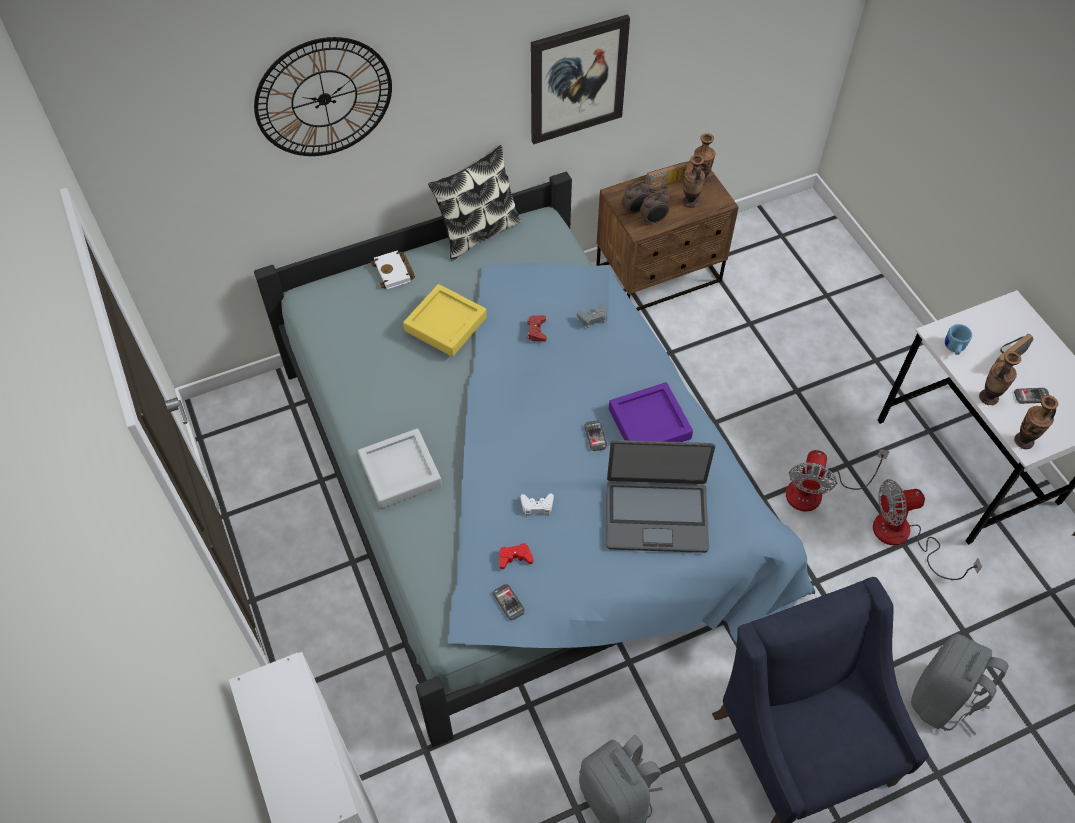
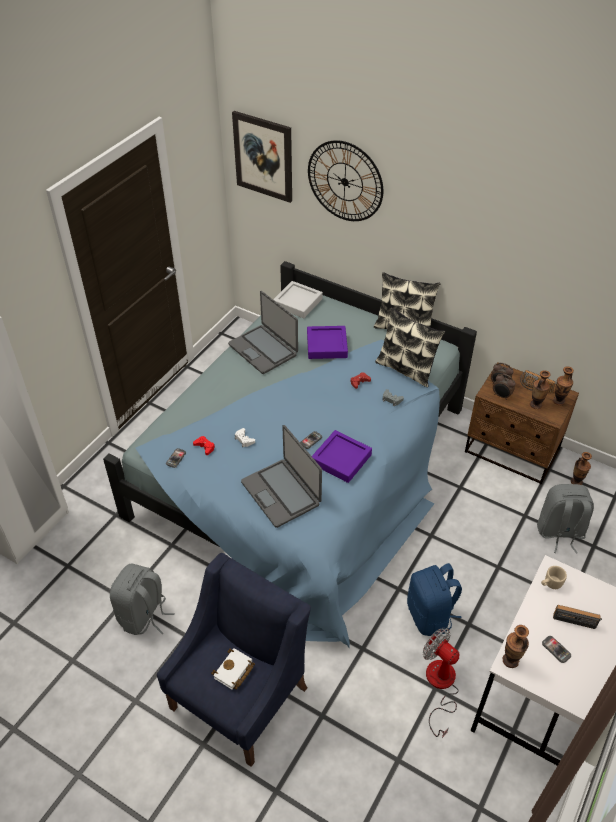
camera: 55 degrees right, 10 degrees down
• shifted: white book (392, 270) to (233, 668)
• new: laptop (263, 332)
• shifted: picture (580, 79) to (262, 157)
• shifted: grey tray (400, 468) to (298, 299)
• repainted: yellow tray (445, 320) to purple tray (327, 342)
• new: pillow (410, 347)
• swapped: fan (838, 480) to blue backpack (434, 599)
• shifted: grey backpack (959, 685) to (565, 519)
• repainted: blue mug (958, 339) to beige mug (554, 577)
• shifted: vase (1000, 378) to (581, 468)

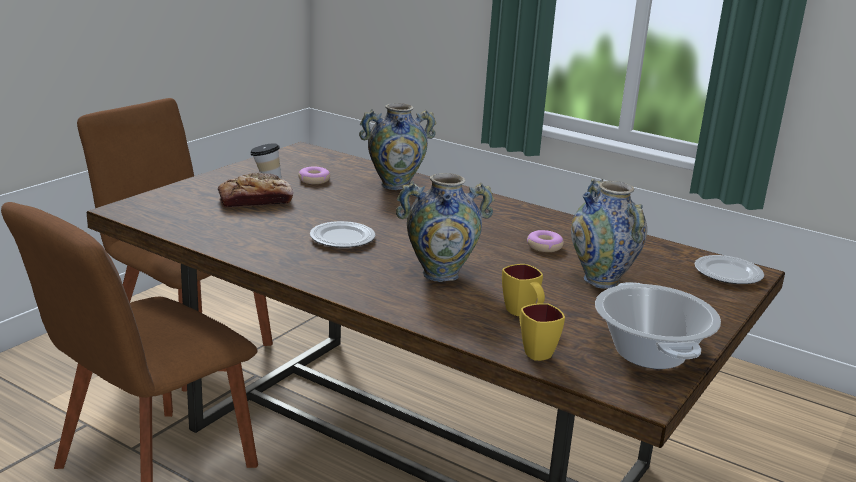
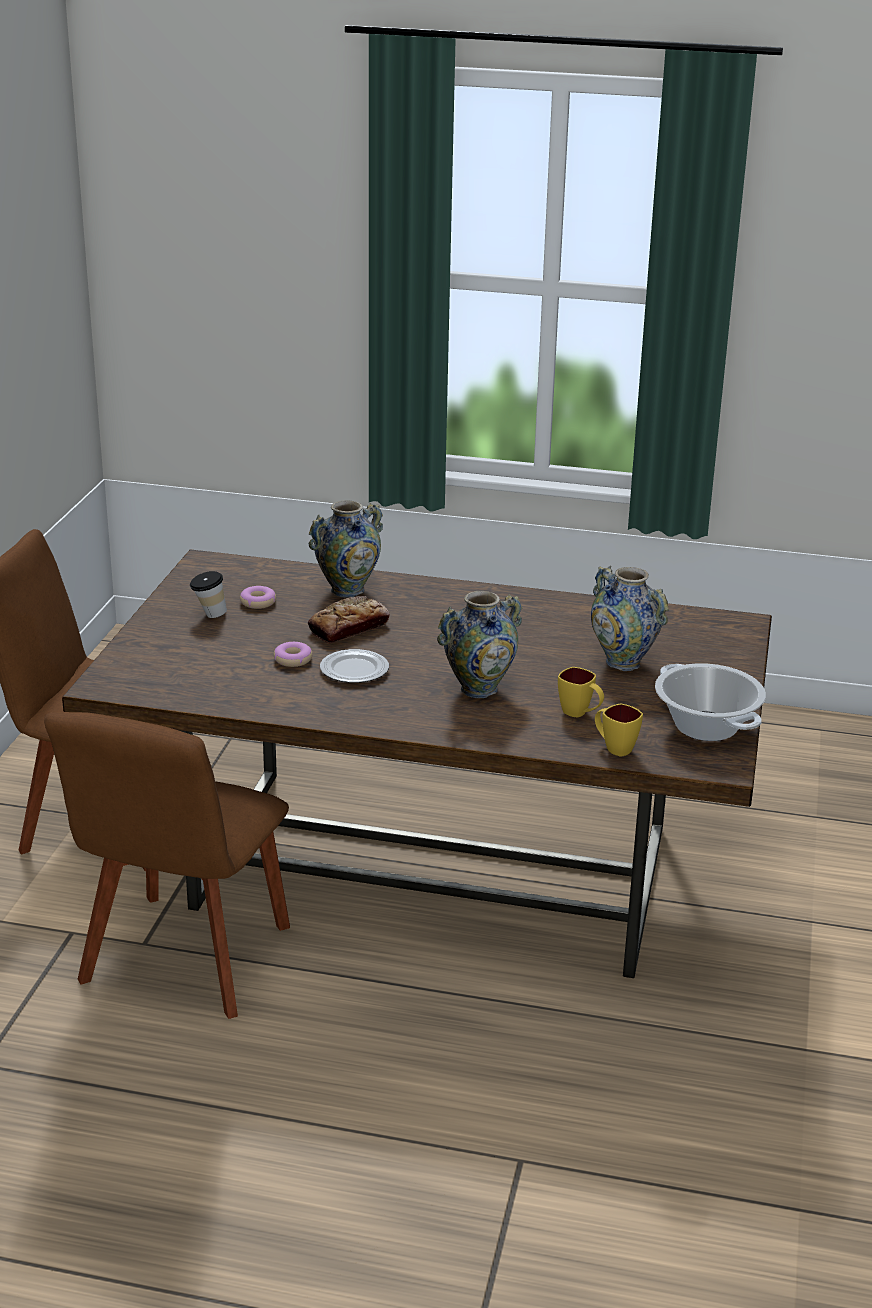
camera: 20 degrees left, 5 degrees up
• shifted: donut (545, 241) to (293, 654)
• shifted: bread (255, 190) to (349, 620)
• gone: plate (729, 269)

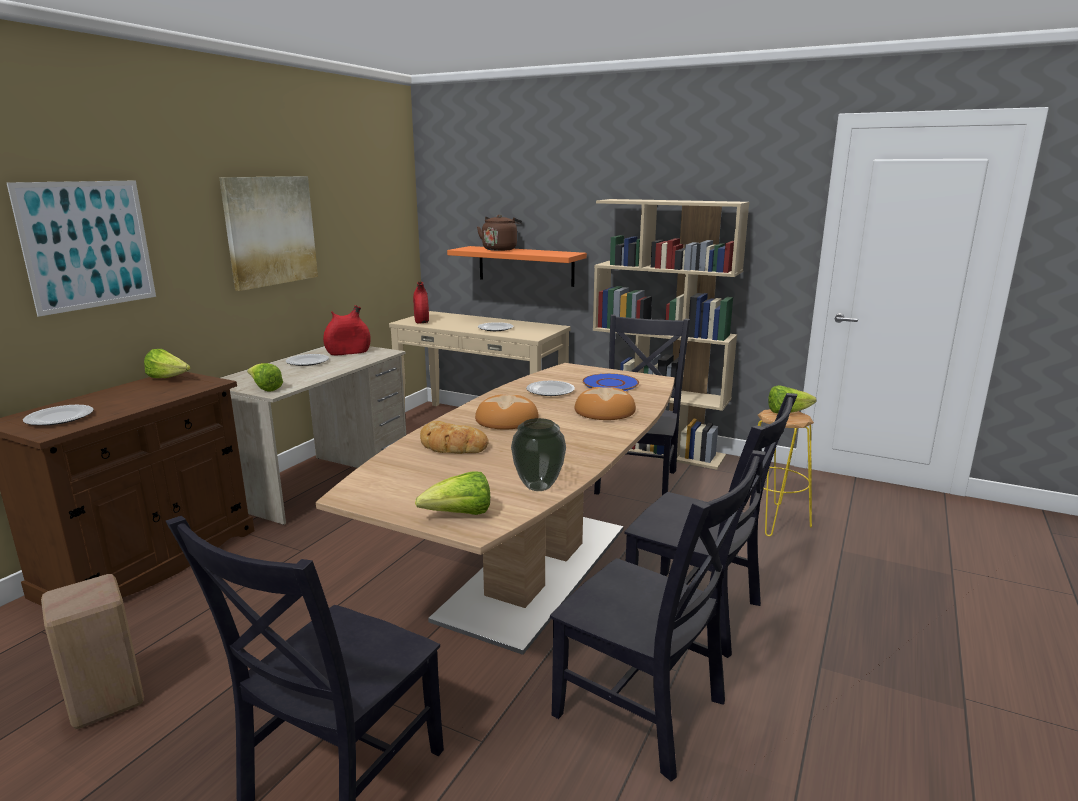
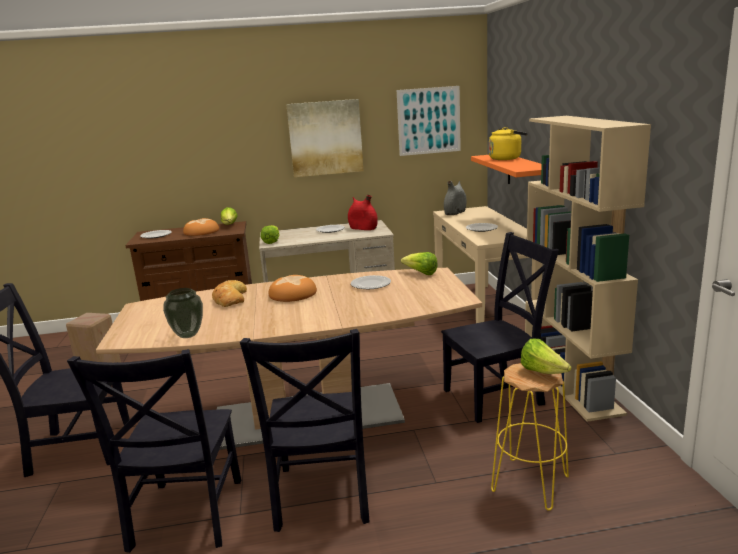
camera: 55 degrees right, 0 degrees up
• shifted: bread (605, 403) to (201, 227)
• shifted: picture (81, 248) to (429, 121)
• shifted: lettuce (452, 493) to (419, 263)
• repainted: red vase (421, 302) to grey vase (455, 198)
• repainted: brown kettle (499, 233) to yellow kettle (508, 143)
• gone: blue plate (611, 382)

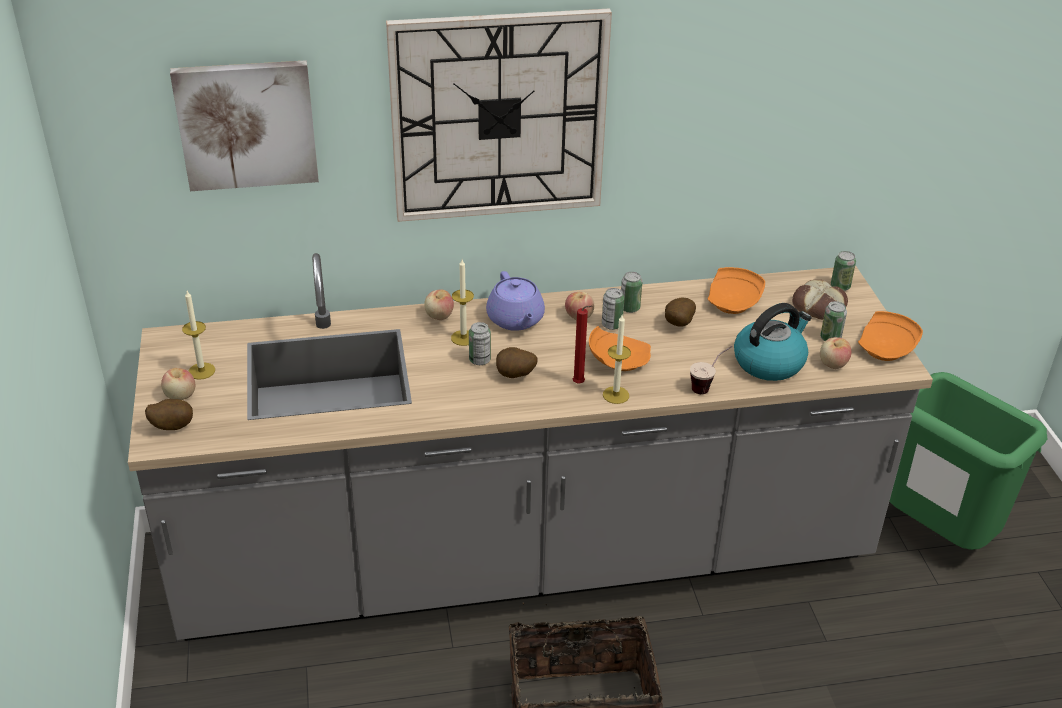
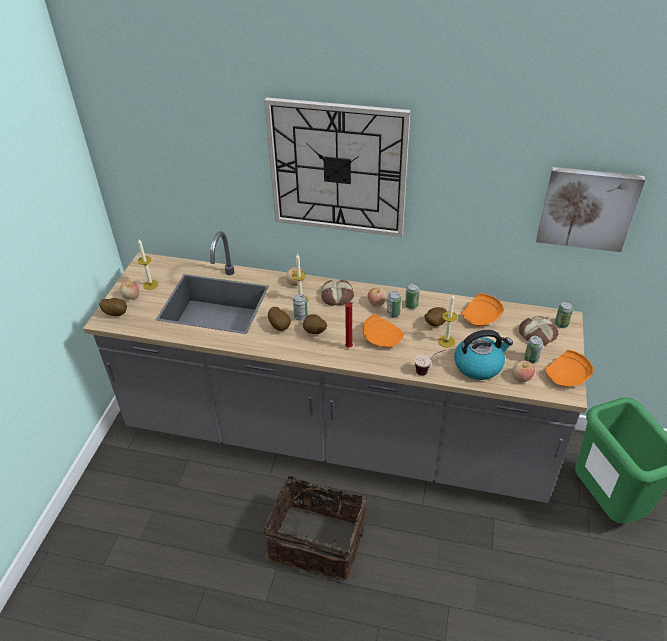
camera: 25 degrees right, 5 degrees up
• new: potato (279, 319)
• swapped: purple teapot (515, 301) to bread (337, 293)
• shifted: candle (617, 359) to (447, 321)
• shifted: picture (244, 125) to (590, 209)

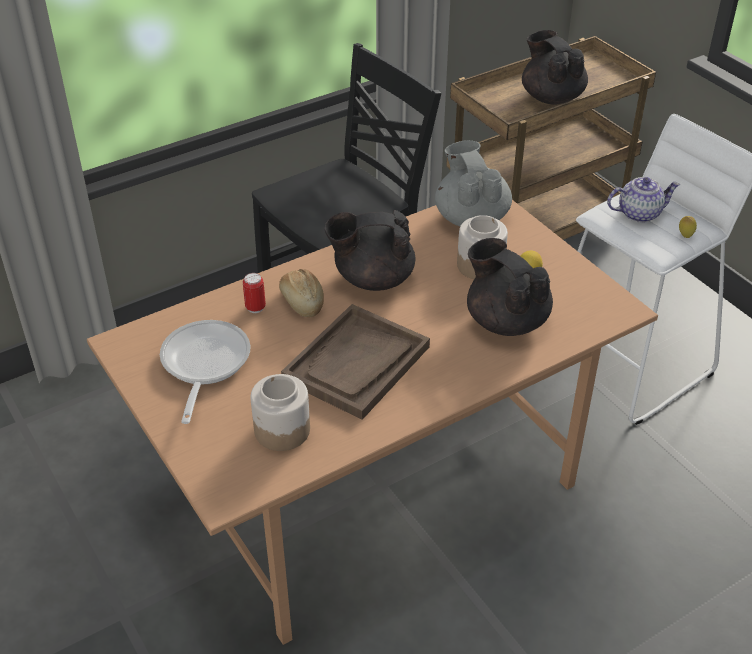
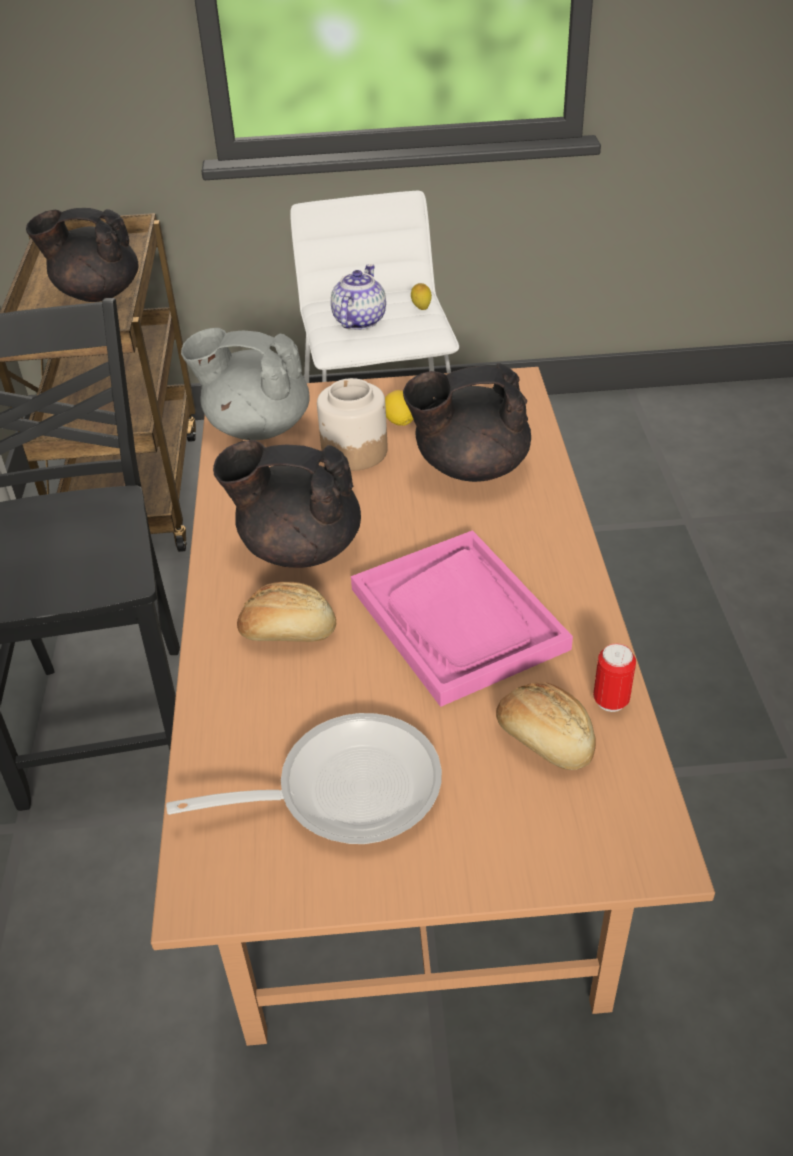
camera: 60 degrees left, 0 degrees up
• rotated: frying pan (205, 372) = (304, 778) 135 degrees clockwise
• rotated: black teapot (370, 250) = (287, 504) 75 degrees clockwise
• repainted: brown tray (355, 362) to pink tray (462, 618)
• swapped: jar (280, 412) to bread (546, 726)
• shifted: can (254, 293) to (614, 677)

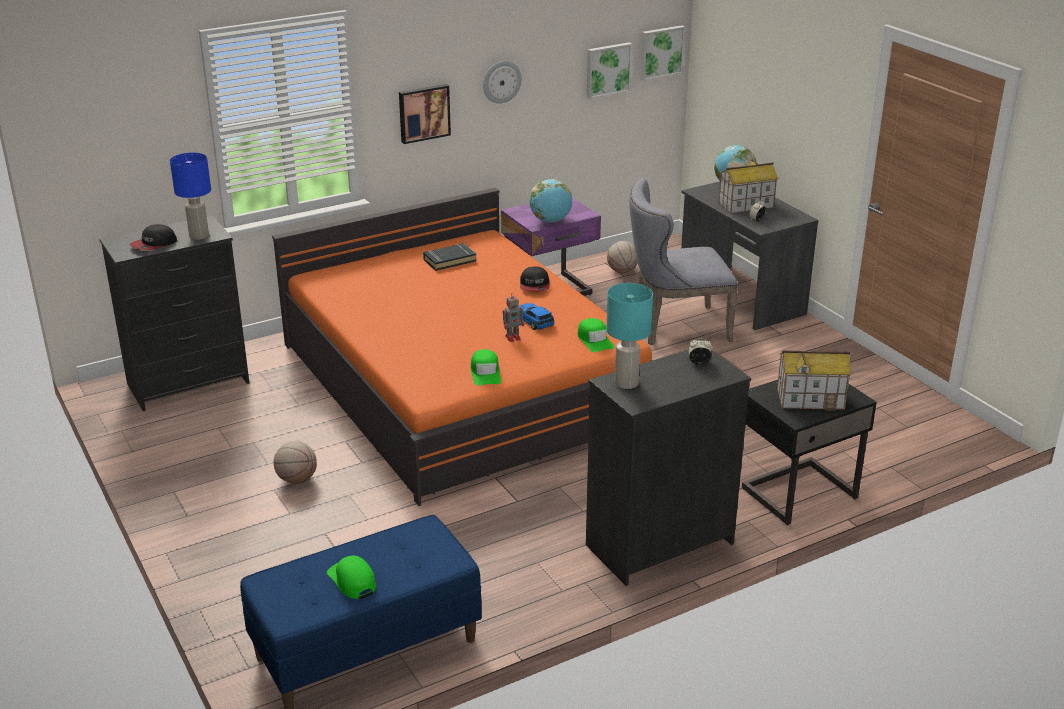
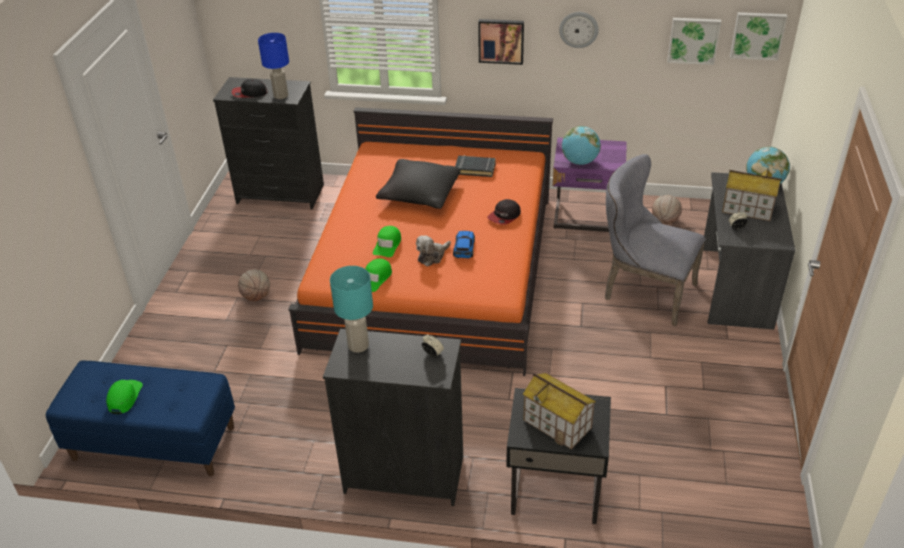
camera: 40 degrees right, 10 degrees up
• shifted: green cap (595, 335) to (387, 241)
• new: black pillow (418, 184)
• swapped: toy robot (513, 317) to plush toy (433, 251)

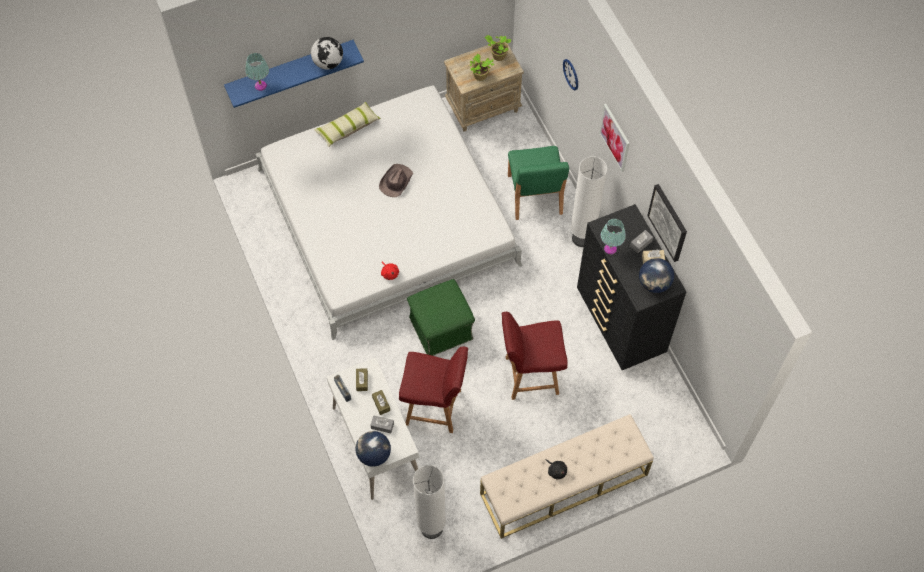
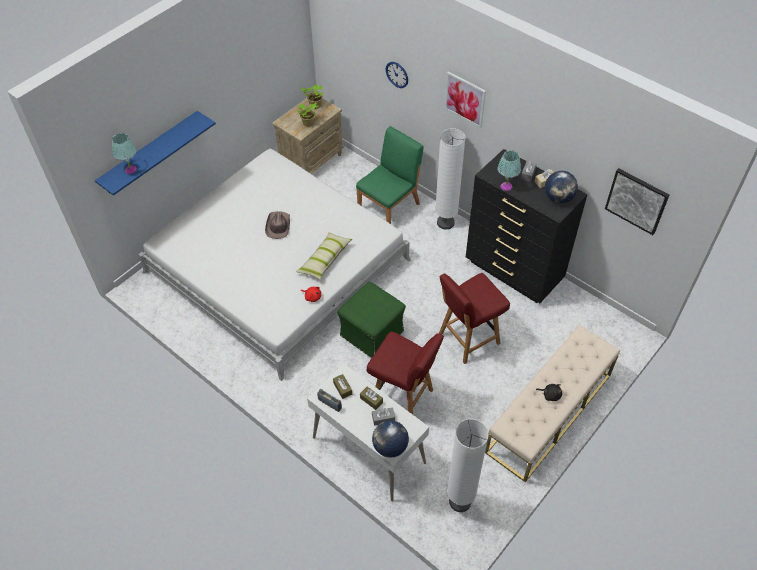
camera: 25 degrees left, 10 degrees down
• shifted: pillow (347, 124) to (324, 256)
• rotated: green chair (538, 183) = (390, 175) 105 degrees counterclockwise
• rotated: red chair (433, 389) = (405, 372) 45 degrees clockwise
• shifted: picture (667, 223) to (637, 201)
• gone: globe (327, 53)

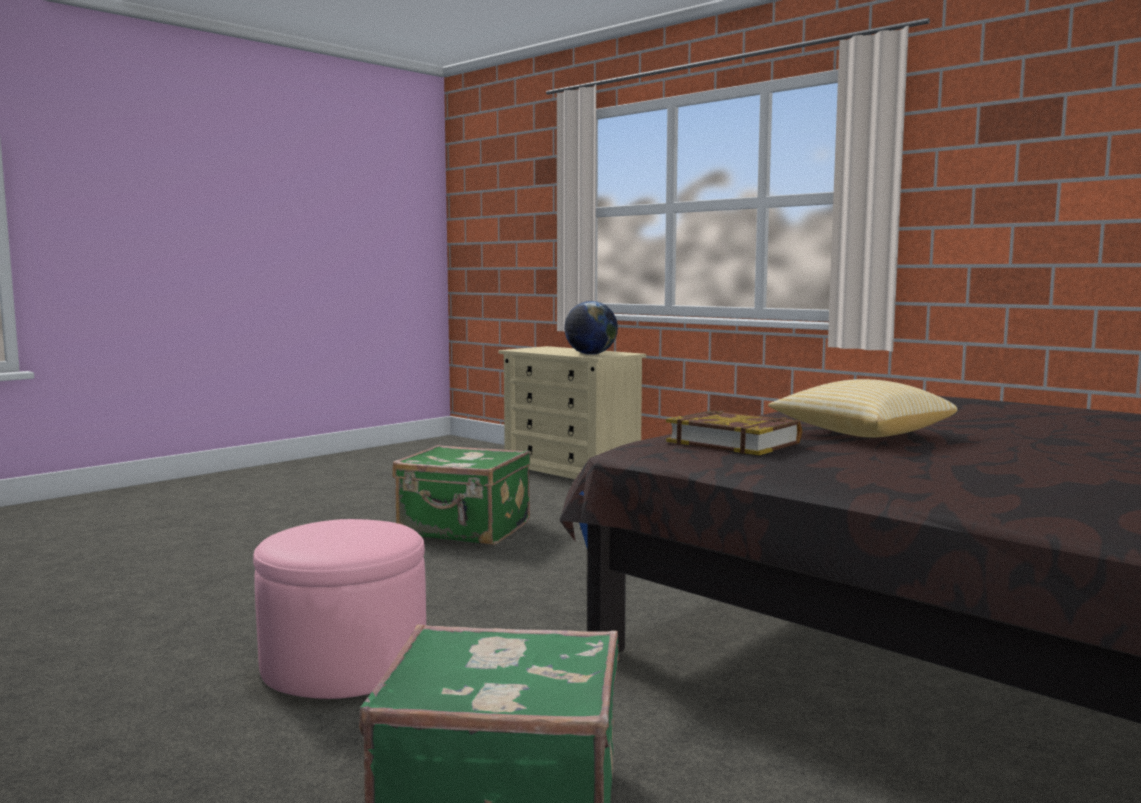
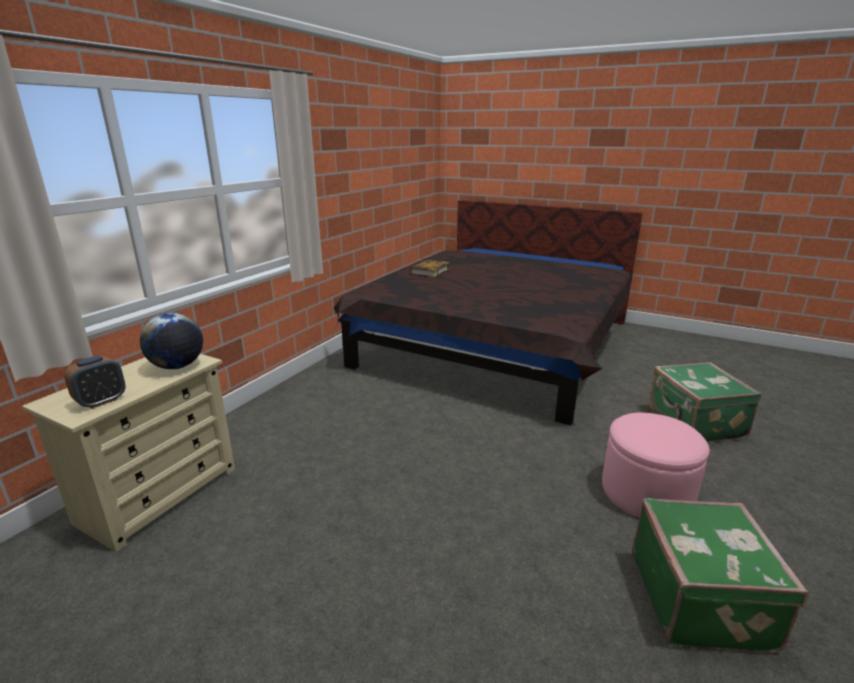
camera: 105 degrees left, 15 degrees up
• new: alarm clock (95, 382)
• shifted: book (734, 432) to (429, 269)
• shifted: green suitcase (461, 495) to (720, 575)
• gone: pillow (862, 408)

